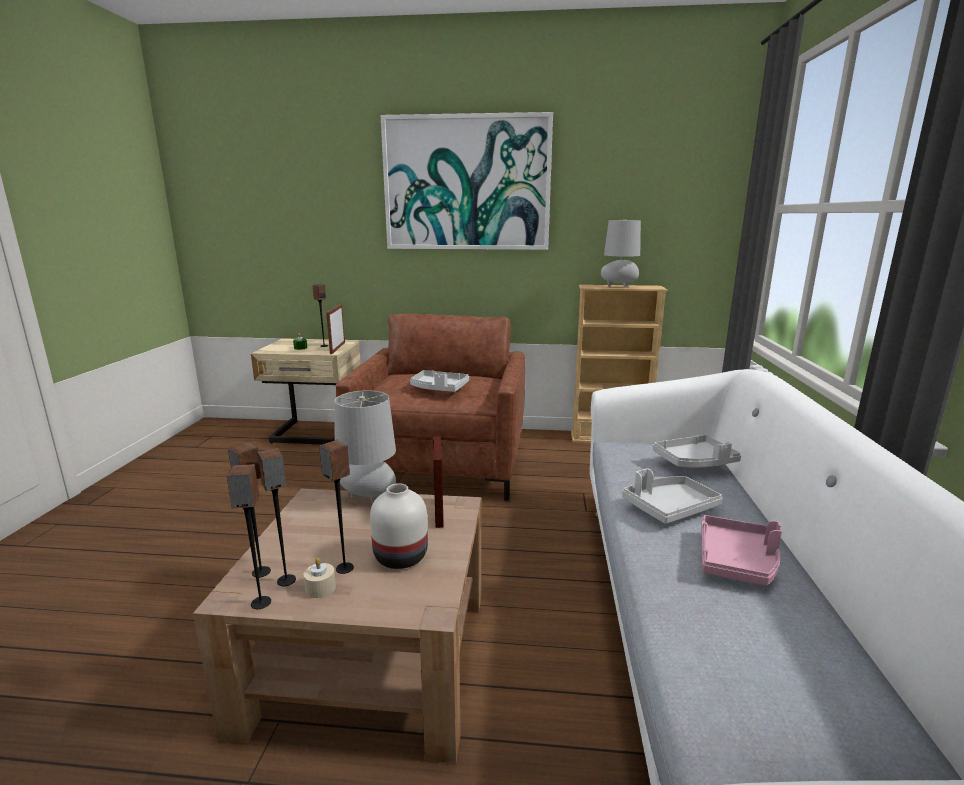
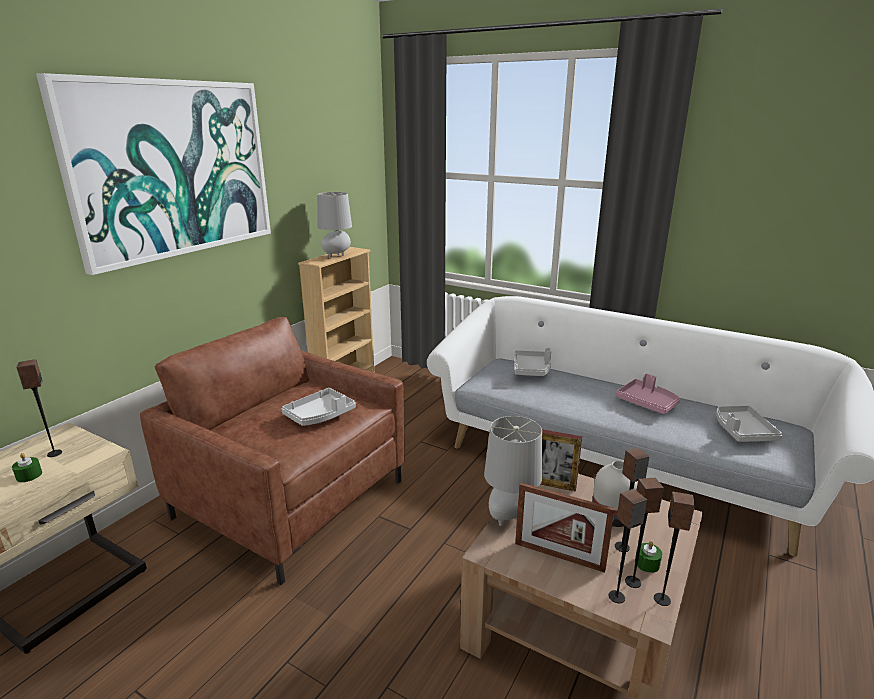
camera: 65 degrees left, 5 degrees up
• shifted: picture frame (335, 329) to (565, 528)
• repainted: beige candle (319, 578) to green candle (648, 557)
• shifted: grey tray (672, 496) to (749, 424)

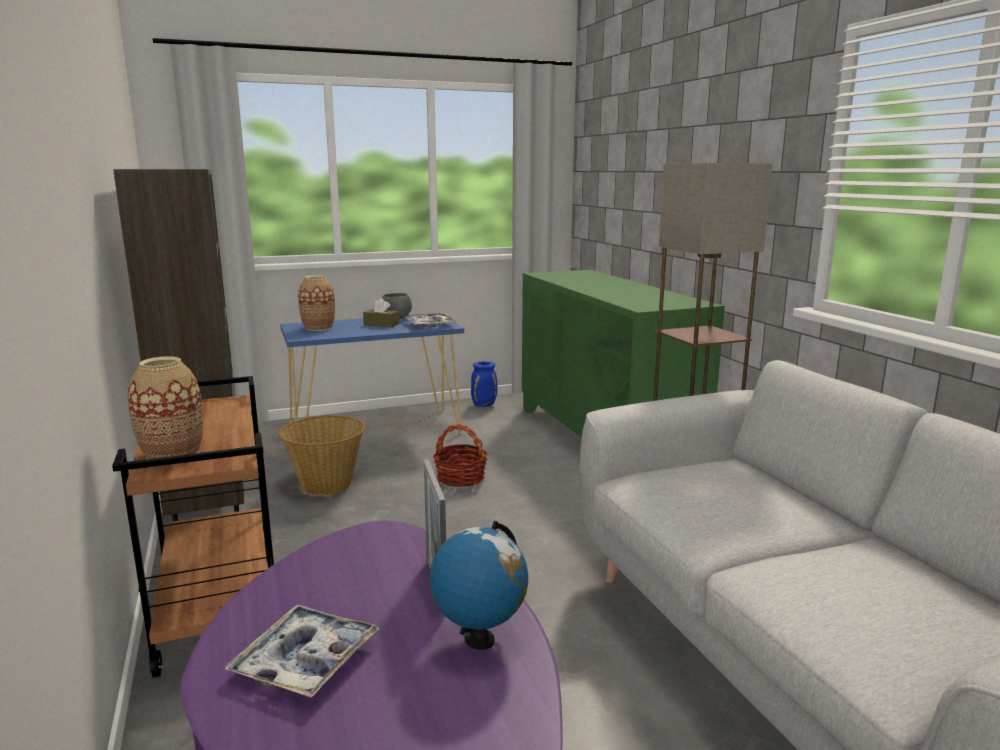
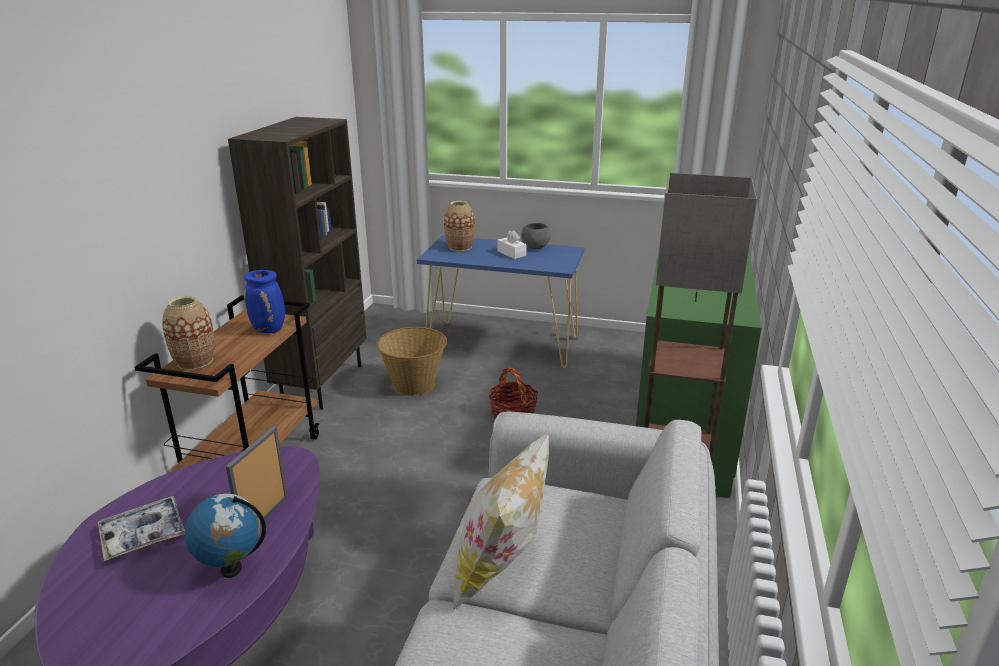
camera: 35 degrees right, 10 degrees up
• shifted: blue vase (484, 384) to (264, 301)
• new: pillow (501, 520)
• repainted: brown tissue box (381, 313) to white tissue box (512, 244)
• gone: tray (430, 320)

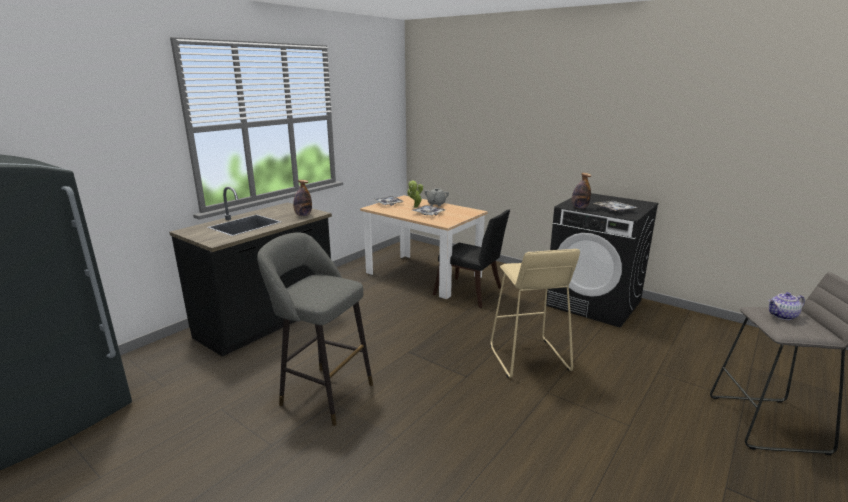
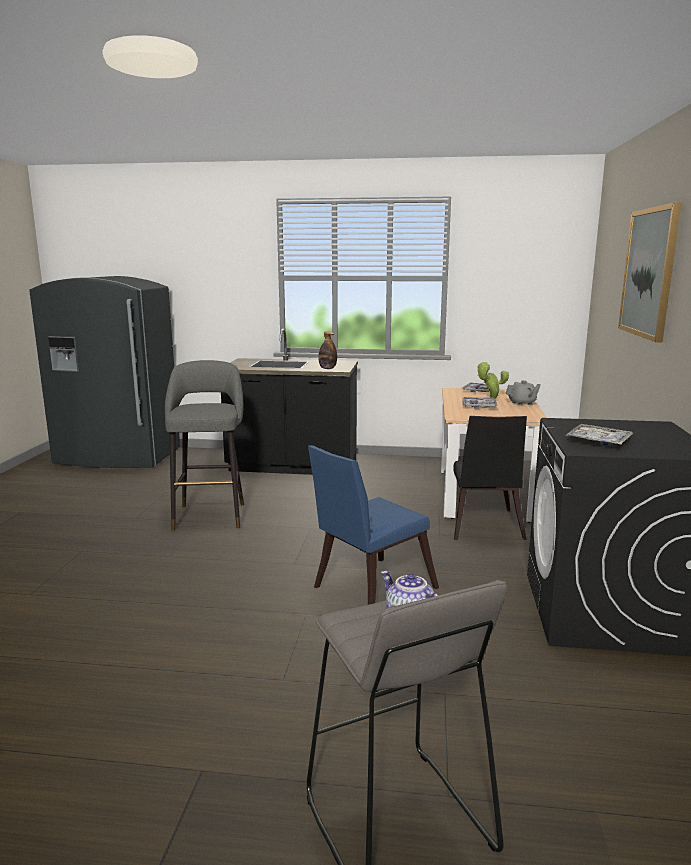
camera: 60 degrees right, 5 degrees down
• swapped: beige stool (535, 313) to blue chair (373, 525)
• new: picture (649, 273)
• gone: bottle (581, 191)

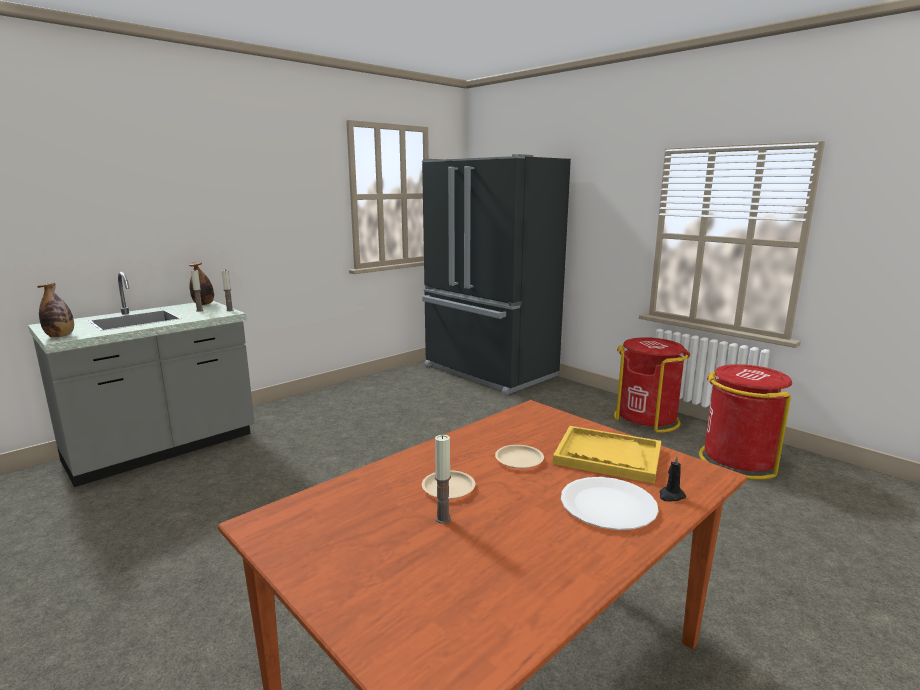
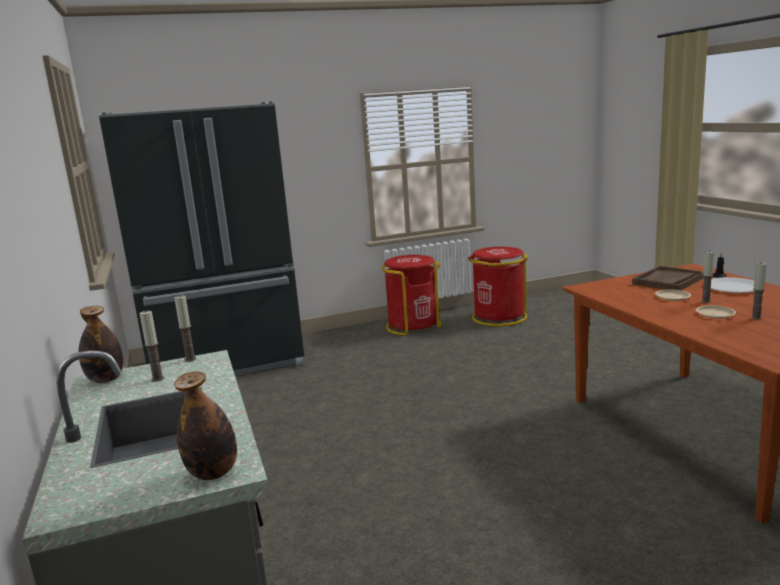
camera: 65 degrees left, 0 degrees up
• repainted: yellow tray (607, 455) to brown tray (668, 278)
• new: candle (707, 276)

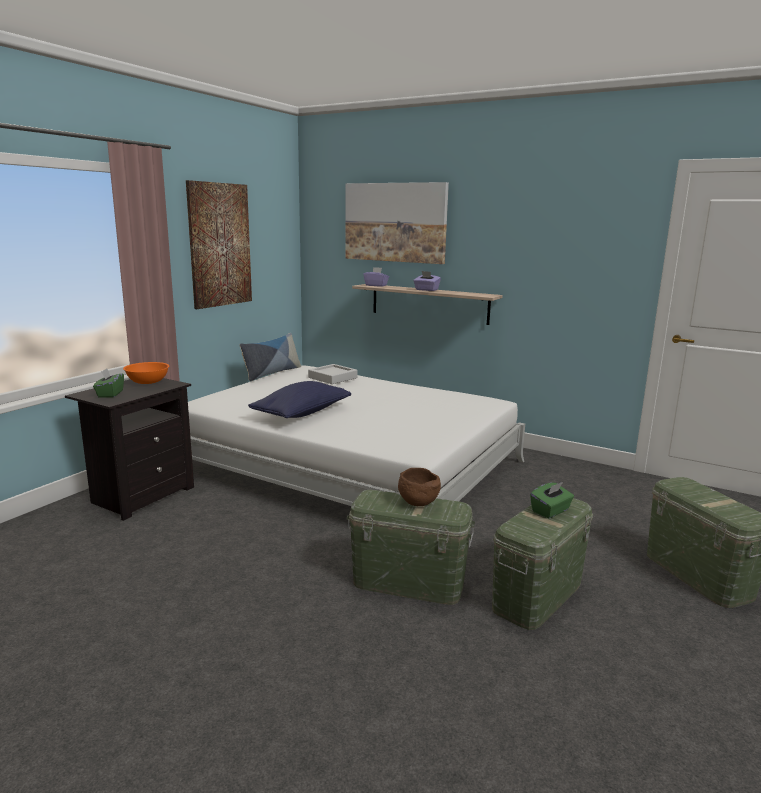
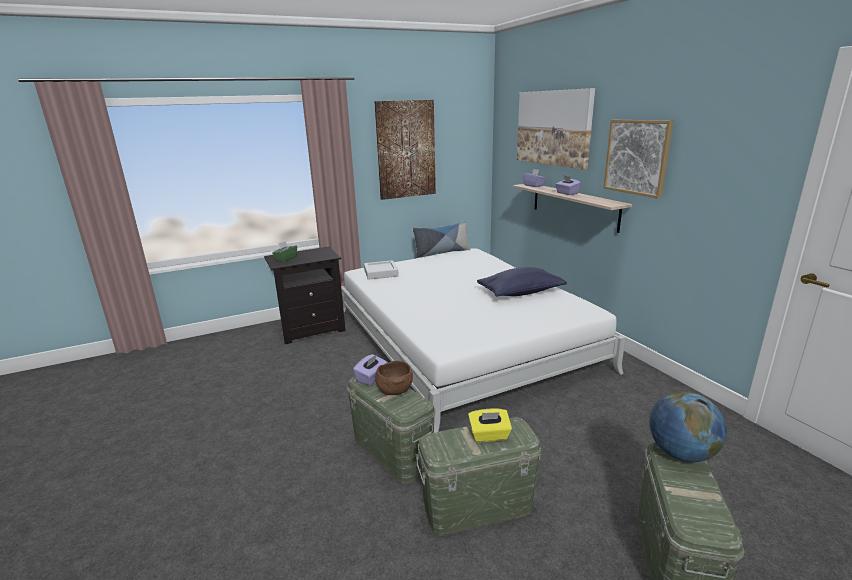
camera: 35 degrees right, 5 degrees up
• new: purple tissue box (370, 370)
• shifted: grey tray (333, 374) to (381, 270)
• repainted: green tissue box (552, 500) to yellow tissue box (490, 425)
• shifted: blue pillow (299, 399) to (522, 282)
• new: picture (638, 159)
• new: globe (688, 426)
• gone: orange bowl (146, 373)

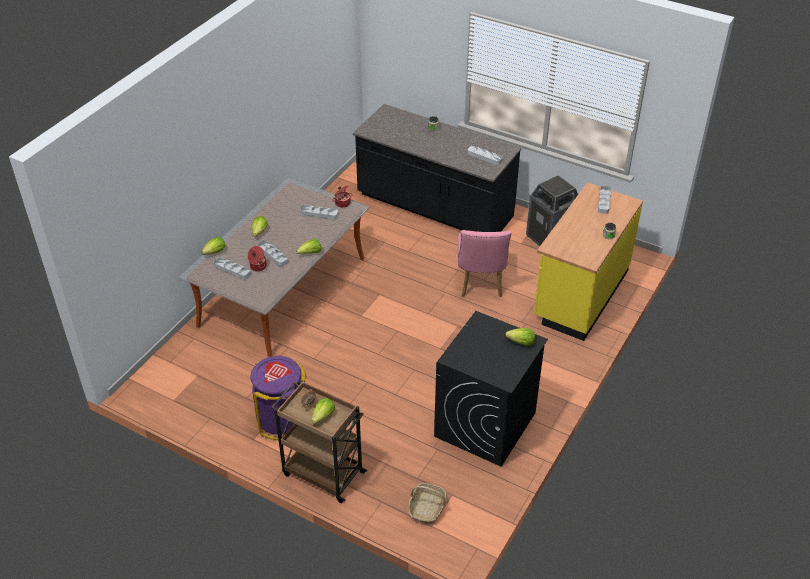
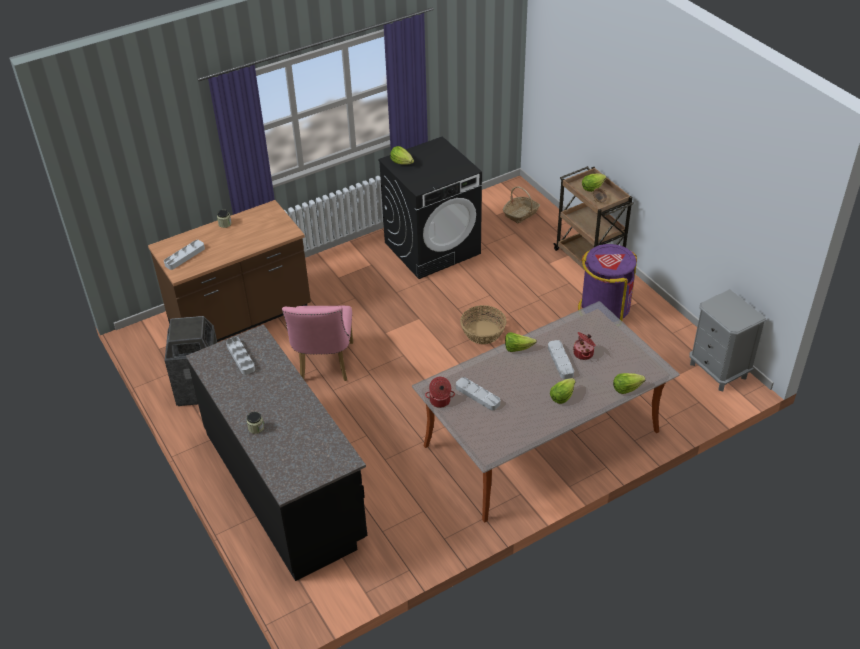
camera: 150 degrees left, 0 degrees up
• repainted: yellow counter (588, 261) to brown counter (229, 271)
• rotated: pink chair (485, 263) = (317, 343) 150 degrees clockwise
• new: basket (483, 324)
• new: grey nightstand (728, 340)
• gone: grey tray (232, 268)

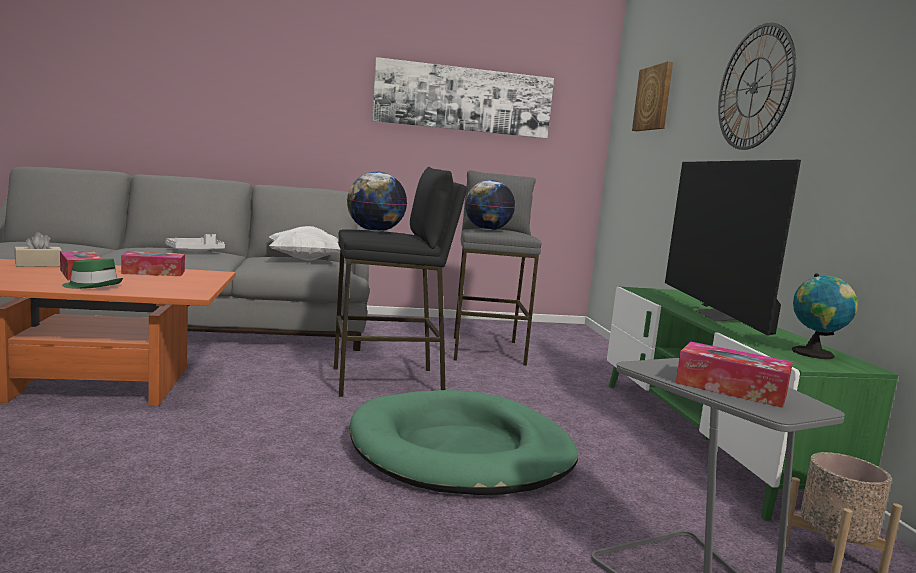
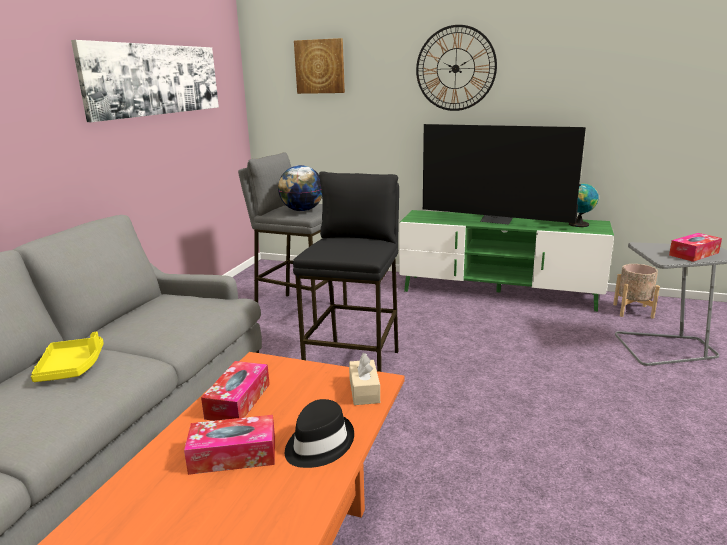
camera: 60 degrees left, 10 degrees up
• repainted: white tray (195, 242) to yellow tray (67, 356)
• repainted: green hat (92, 273) to black hat (319, 433)
• shifted: beige tissue box (38, 249) to (364, 379)
• gone: white pillow (304, 243)
• gone: globe (377, 202)
• gone: green dog bed (463, 442)

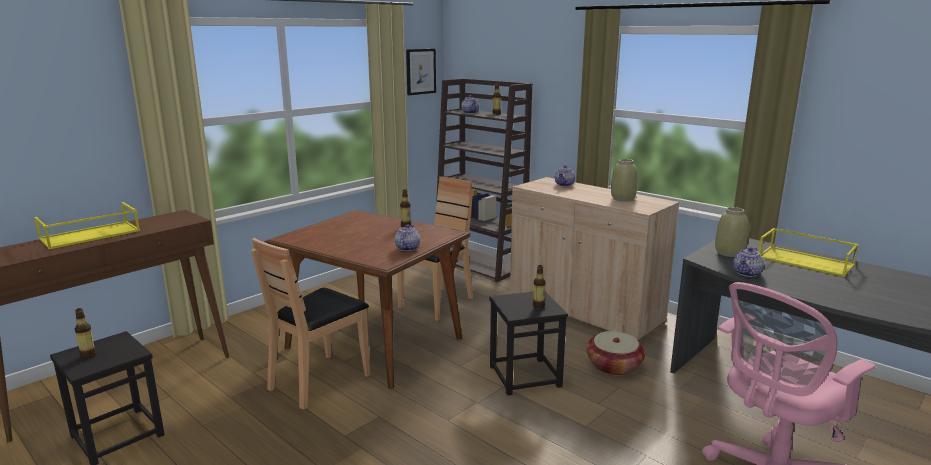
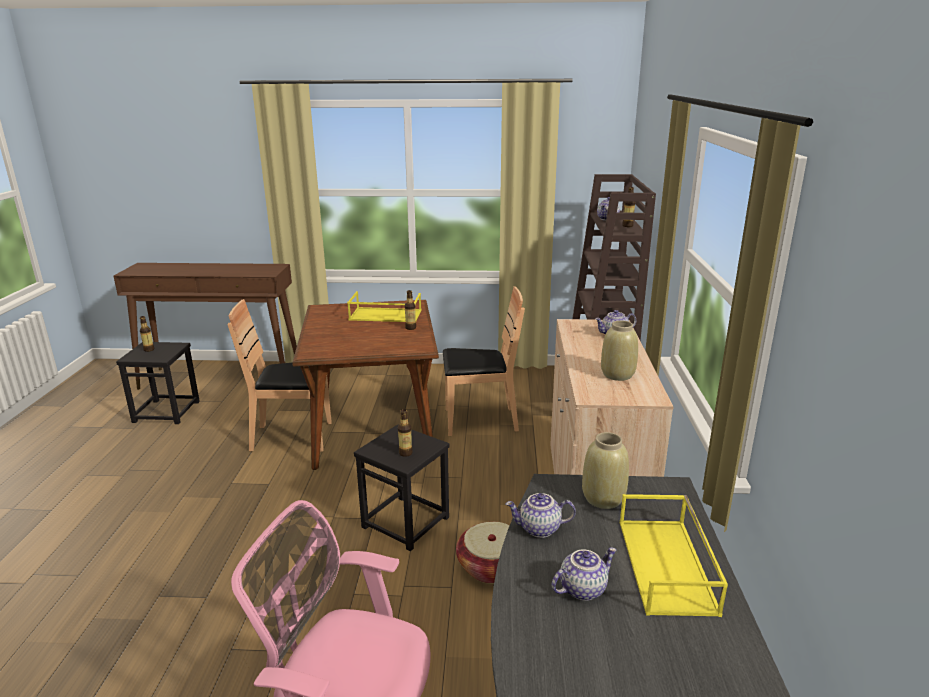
camera: 50 degrees right, 5 degrees up
• shifted: yellow tray (87, 225) to (384, 306)
• shifted: teapot (407, 237) to (584, 574)
• gone: picture (421, 72)

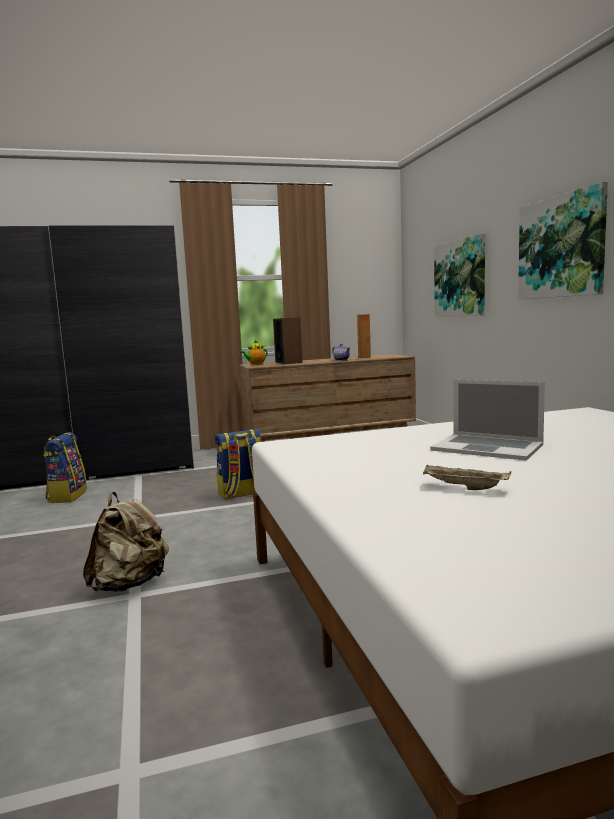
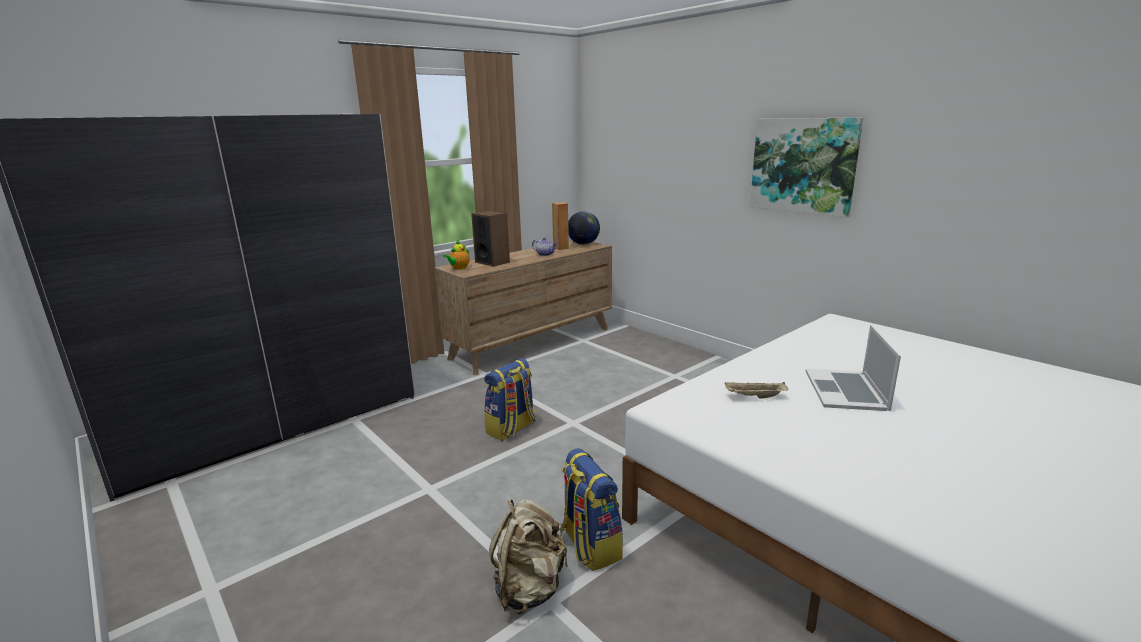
camera: 25 degrees left, 10 degrees up
• shifted: backpack (65, 467) to (591, 509)
• new: globe (584, 228)
• shifted: beige tray (467, 477) to (756, 390)
• rotated: laptop (487, 420) = (853, 368) 90 degrees clockwise
• gone: picture (459, 275)

